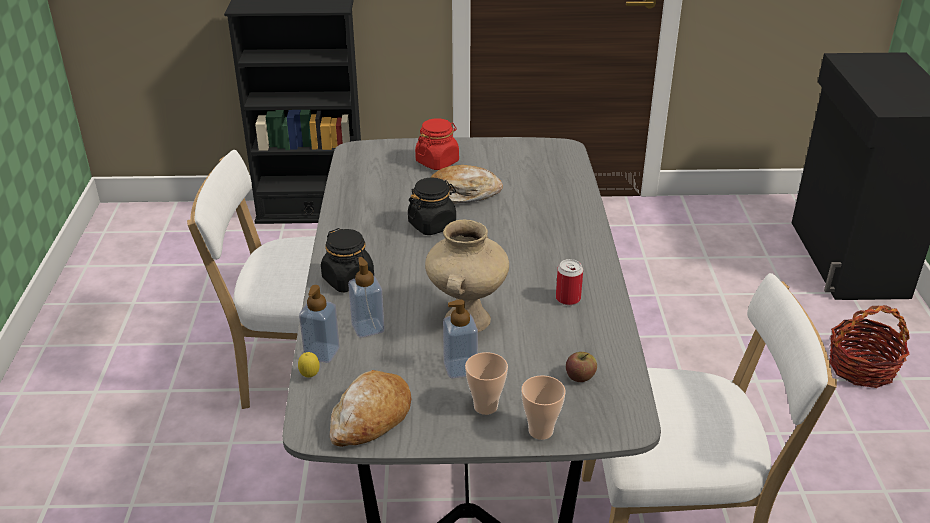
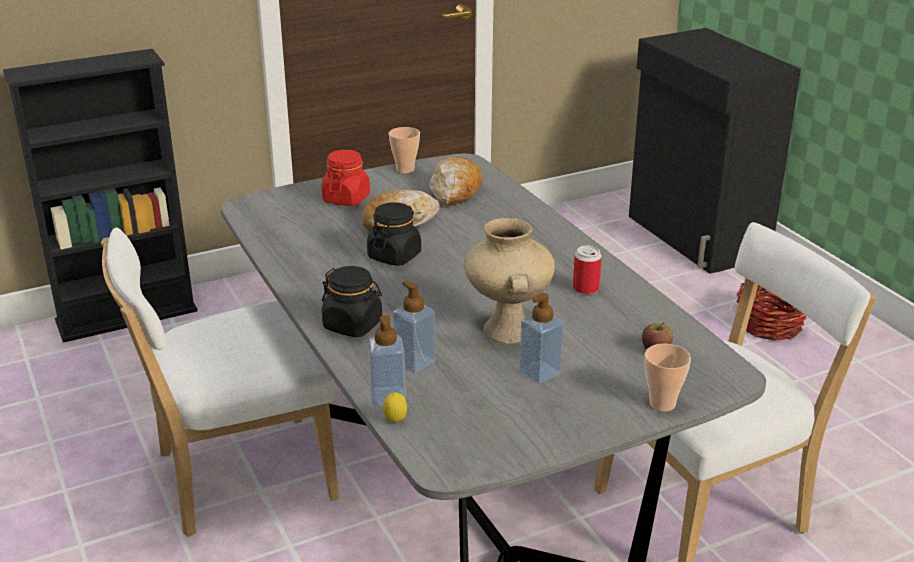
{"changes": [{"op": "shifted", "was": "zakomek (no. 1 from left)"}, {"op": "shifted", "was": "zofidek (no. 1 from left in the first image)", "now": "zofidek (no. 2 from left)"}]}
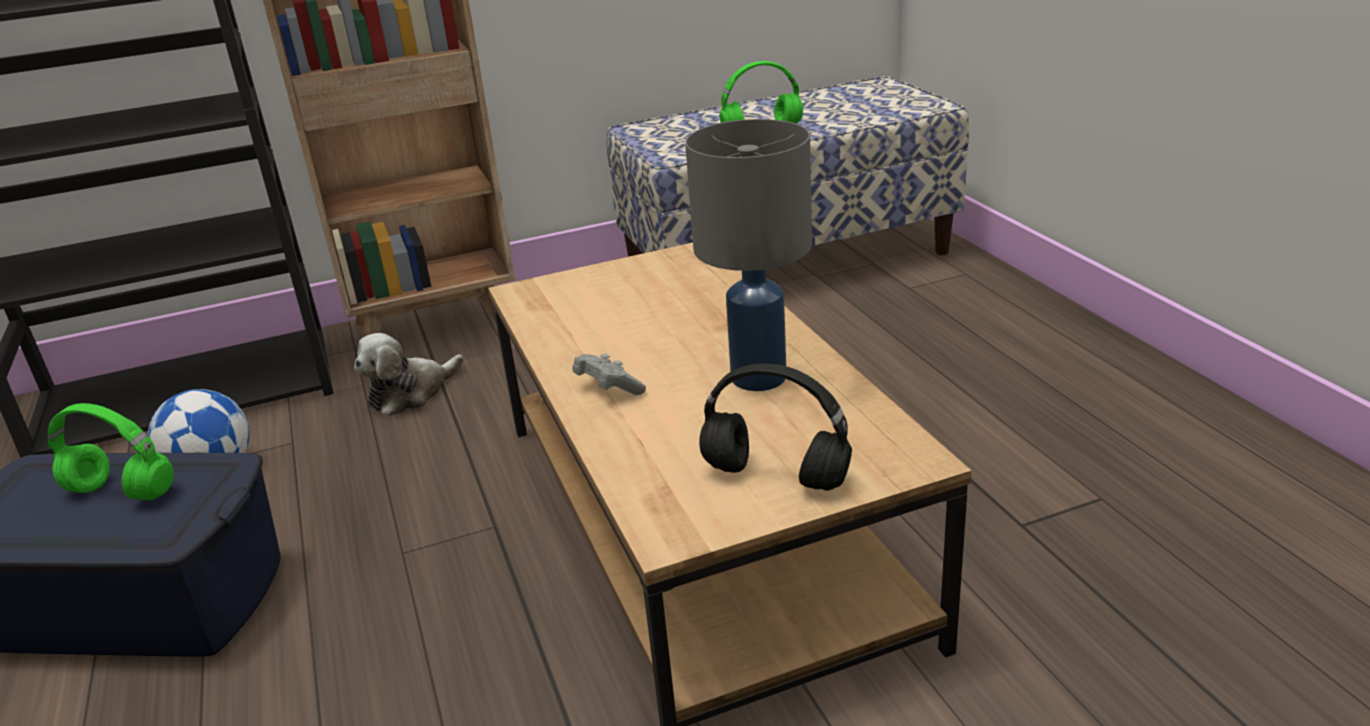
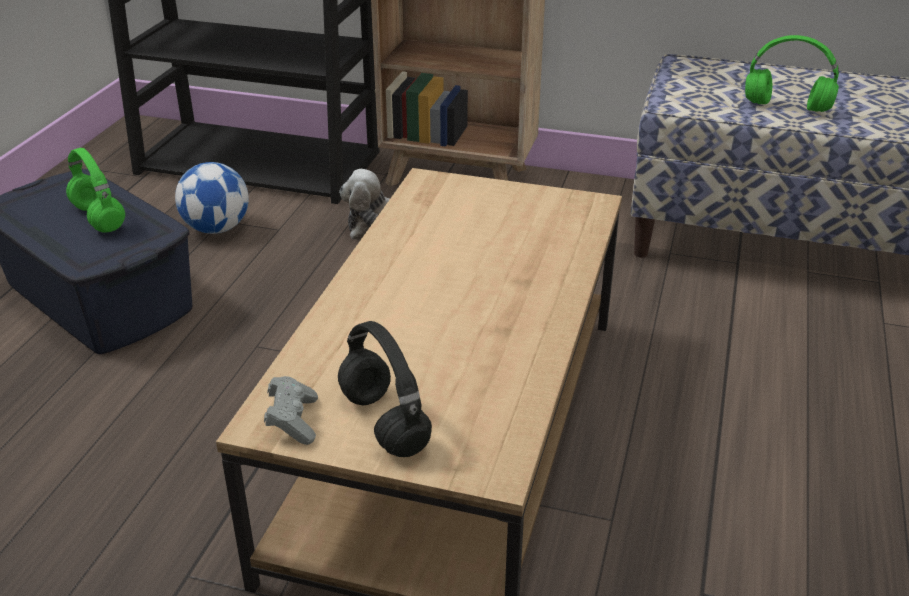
{"changes": [{"op": "gone", "was": "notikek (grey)"}, {"op": "shifted", "was": "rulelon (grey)"}]}
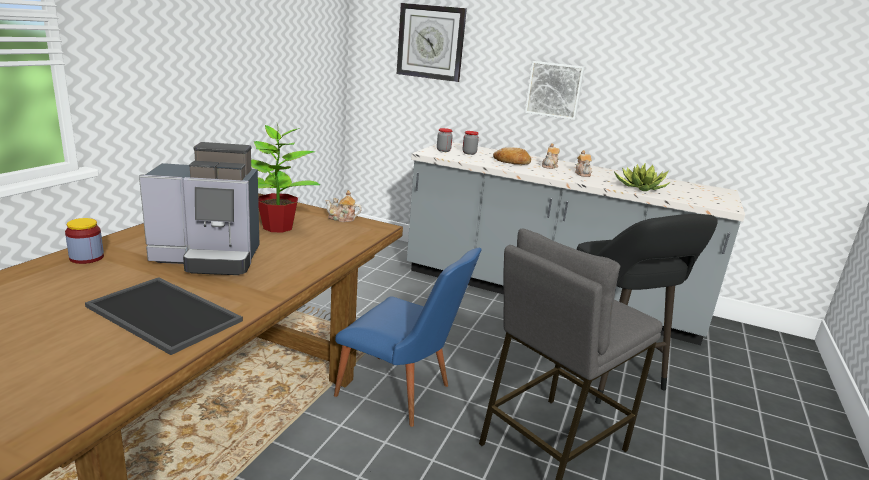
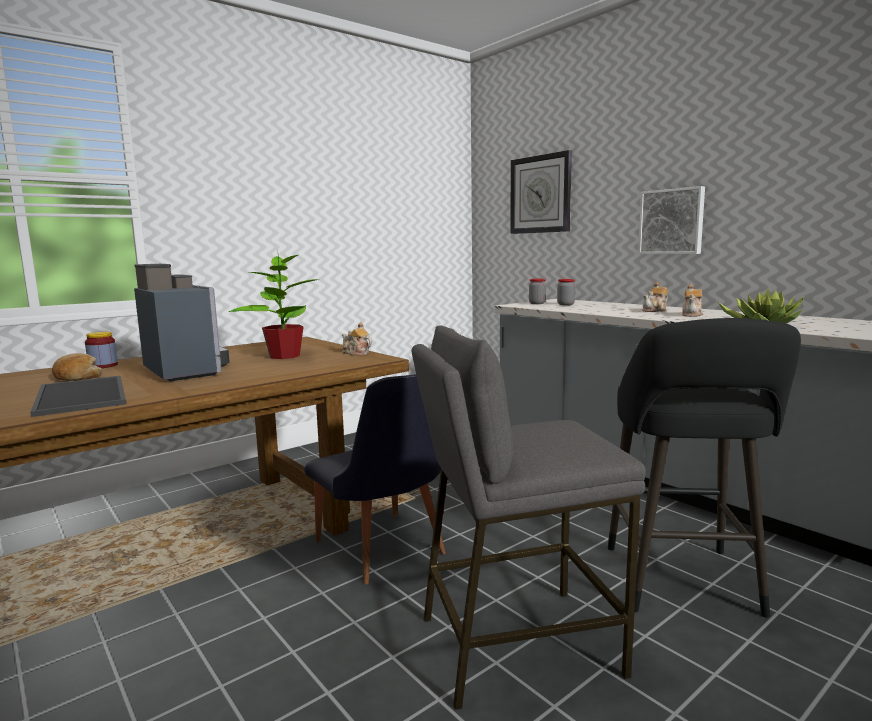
{"changes": [{"op": "rotated", "was": "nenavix", "clockwise": -150}, {"op": "shifted", "was": "zofidek"}, {"op": "repainted", "was": "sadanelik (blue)", "now": "sadanelik (black)"}]}
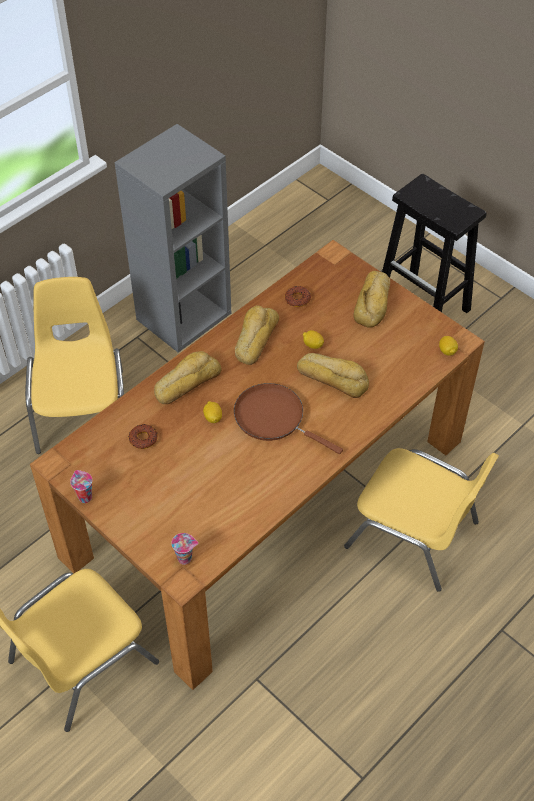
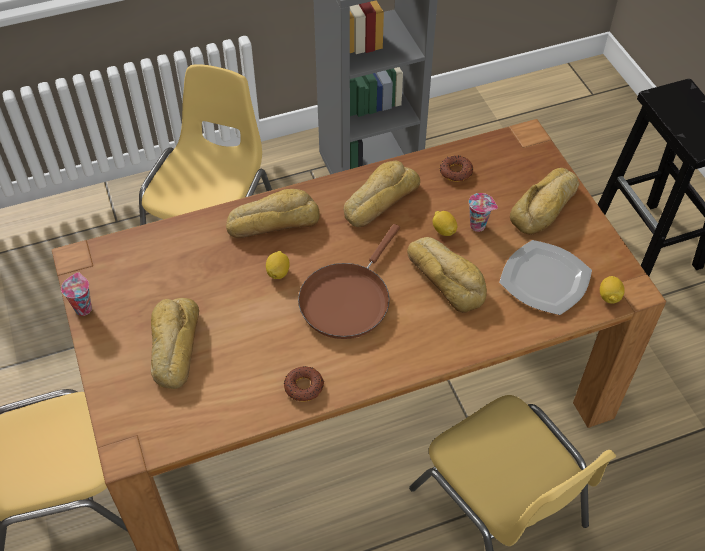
{"changes": [{"op": "rotated", "was": "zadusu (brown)", "clockwise": -120}, {"op": "shifted", "was": "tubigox (no. 1 from left)"}, {"op": "shifted", "was": "zakomek (no. 2 from left)"}, {"op": "new", "now": "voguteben"}, {"op": "new", "now": "zofidek (no. 1 from left)"}]}
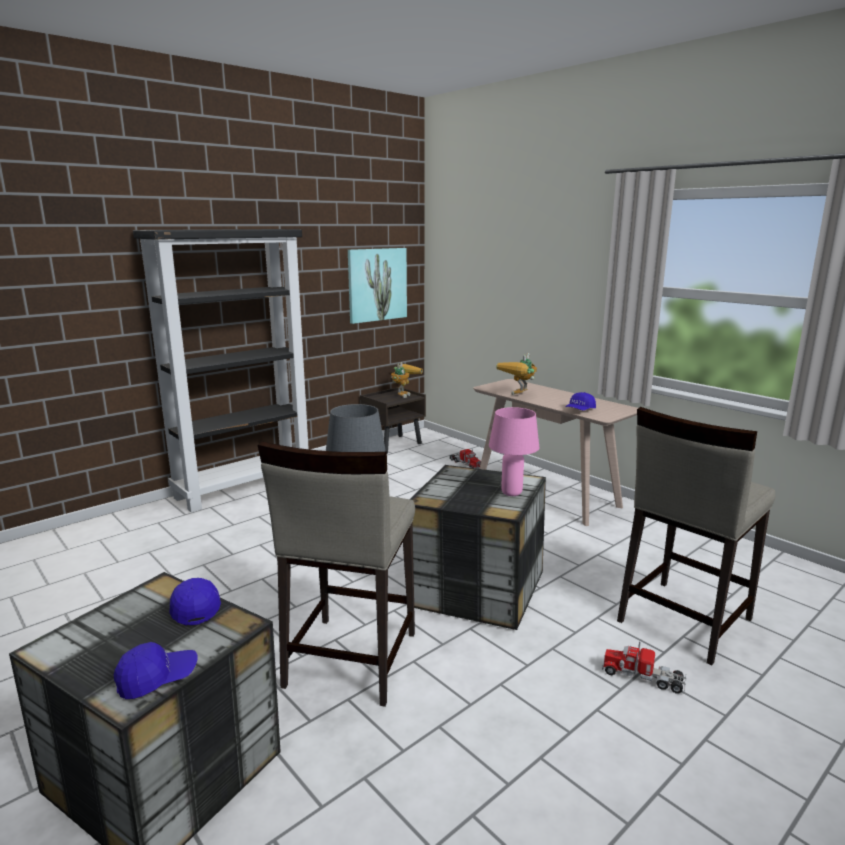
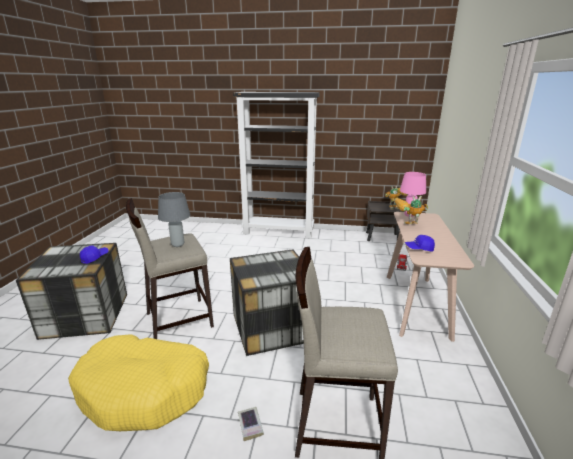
{"changes": [{"op": "gone", "was": "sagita"}, {"op": "shifted", "was": "notikek (pink)"}, {"op": "swapped", "was": "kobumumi (no. 2 from left)", "now": "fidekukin"}, {"op": "gone", "was": "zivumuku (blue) (no. 1 from left)"}, {"op": "new", "now": "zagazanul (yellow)"}]}
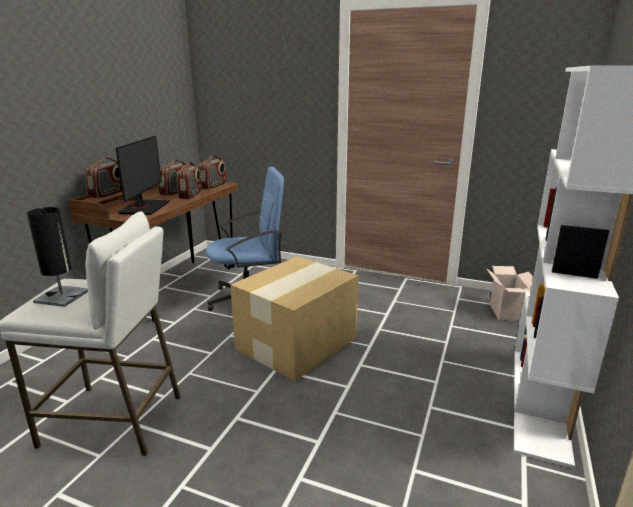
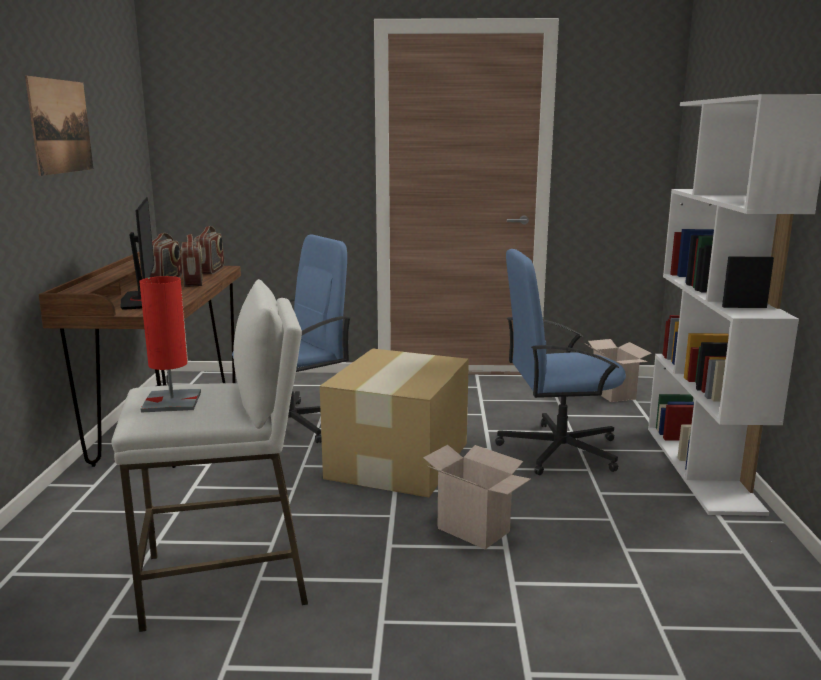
{"changes": [{"op": "gone", "was": "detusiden (no. 1 from left)"}, {"op": "repainted", "was": "notikek (black)", "now": "notikek (red)"}, {"op": "new", "now": "sagita"}, {"op": "new", "now": "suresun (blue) (no. 2 from left)"}, {"op": "new", "now": "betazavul (no. 2 from left)"}]}
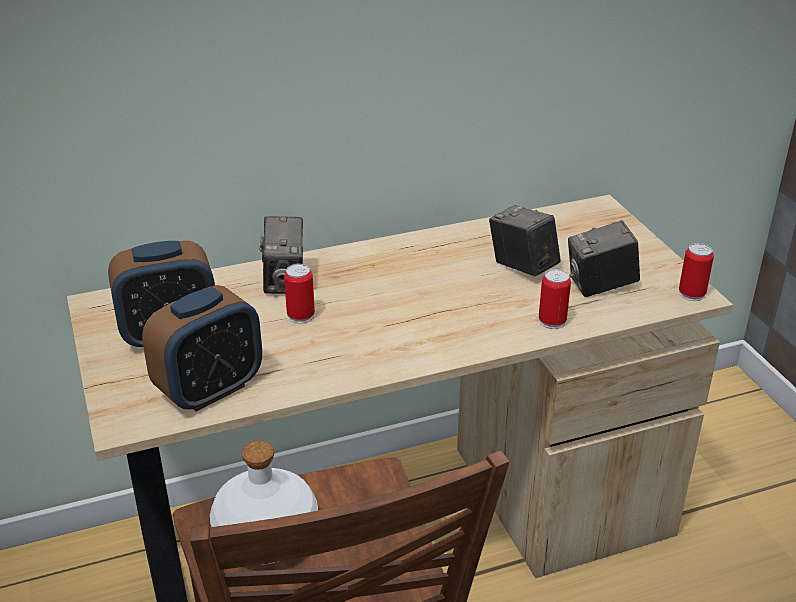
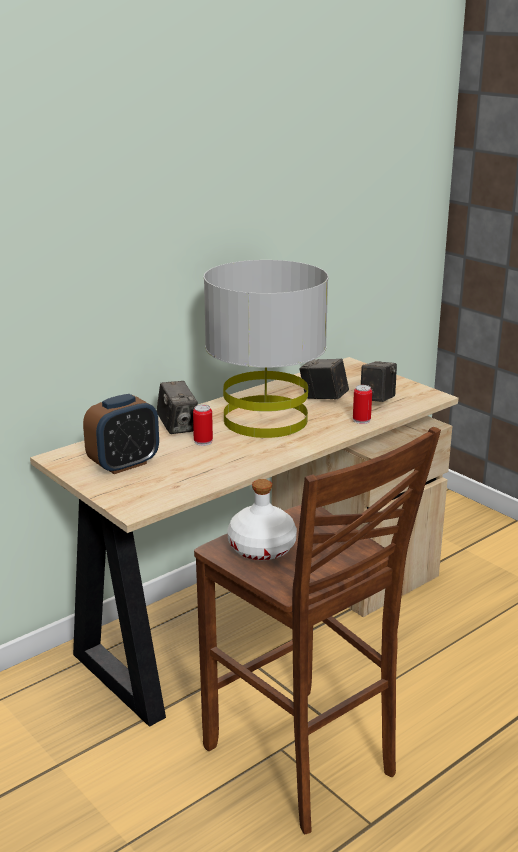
{"changes": [{"op": "rotated", "was": "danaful (no. 3 from left)", "clockwise": 150}, {"op": "gone", "was": "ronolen (no. 3 from left)"}, {"op": "gone", "was": "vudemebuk (no. 2 from left)"}, {"op": "new", "now": "notikek (grey)"}]}
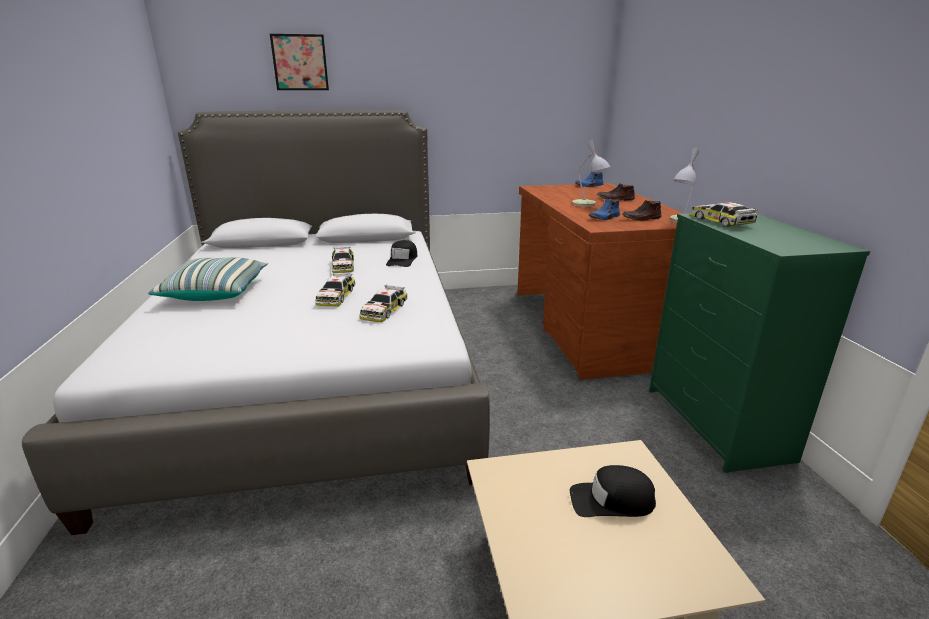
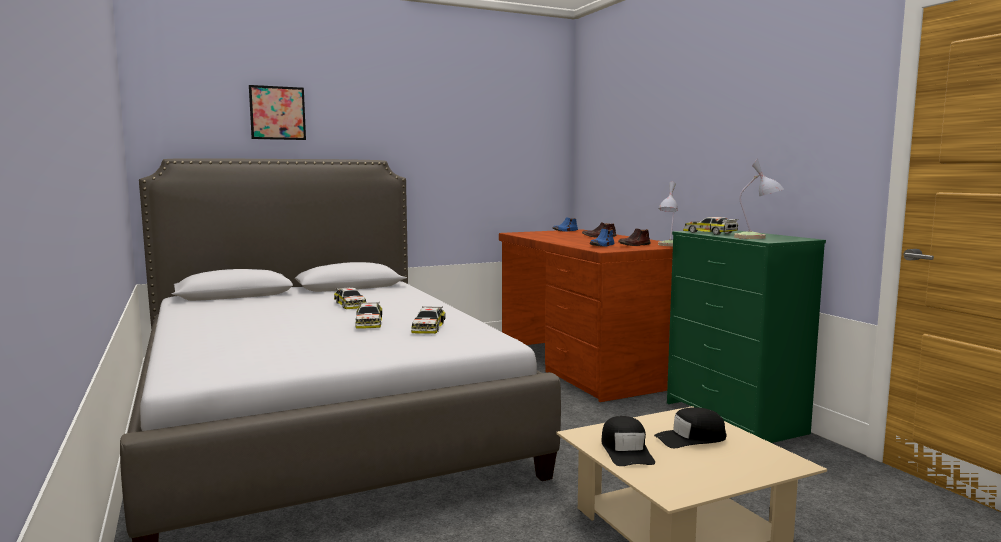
{"changes": [{"op": "shifted", "was": "notikek (no. 1 from left in the first image)", "now": "notikek (no. 2 from left)"}, {"op": "shifted", "was": "zivumuku (black) (no. 1 from left)"}, {"op": "gone", "was": "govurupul"}]}
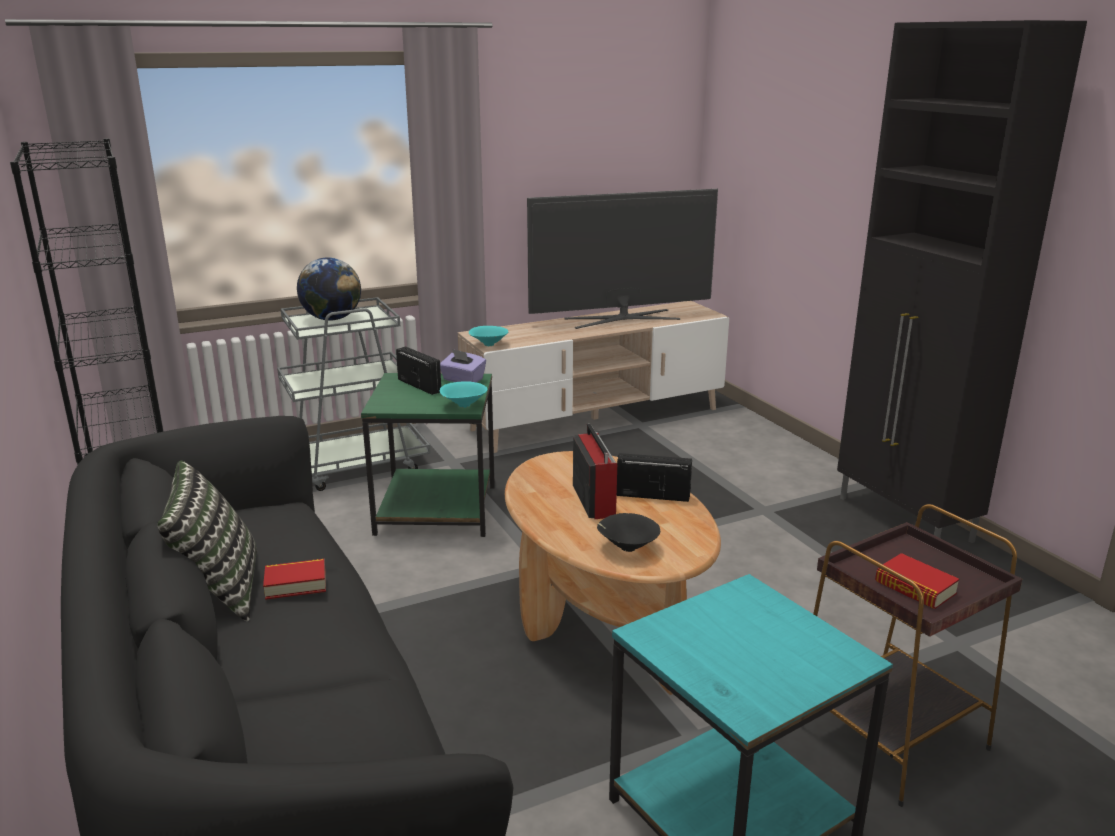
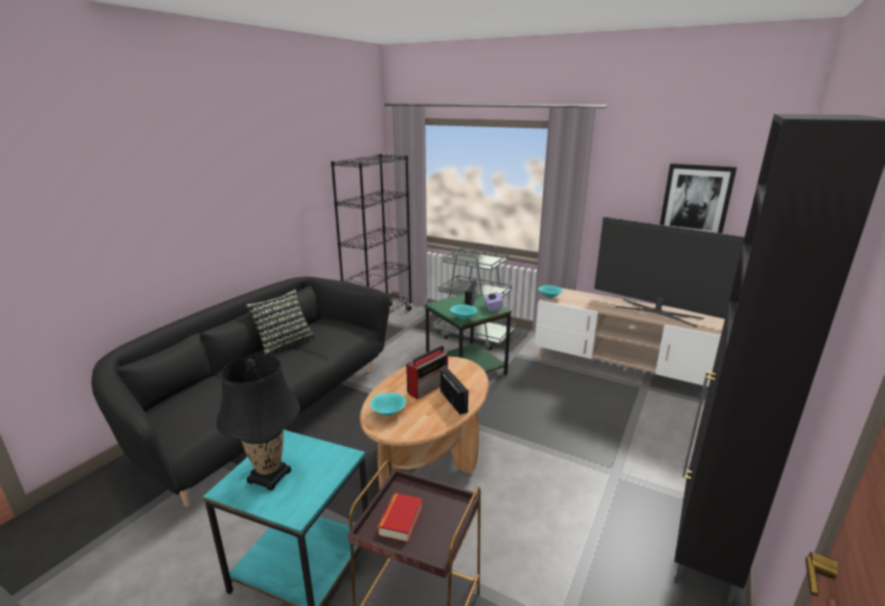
{"changes": [{"op": "gone", "was": "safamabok"}, {"op": "repainted", "was": "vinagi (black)", "now": "vinagi (turquoise) (no. 1 from left)"}, {"op": "gone", "was": "fidekukin (no. 1 from left)"}, {"op": "new", "now": "sagita"}, {"op": "new", "now": "notikek (black)"}]}
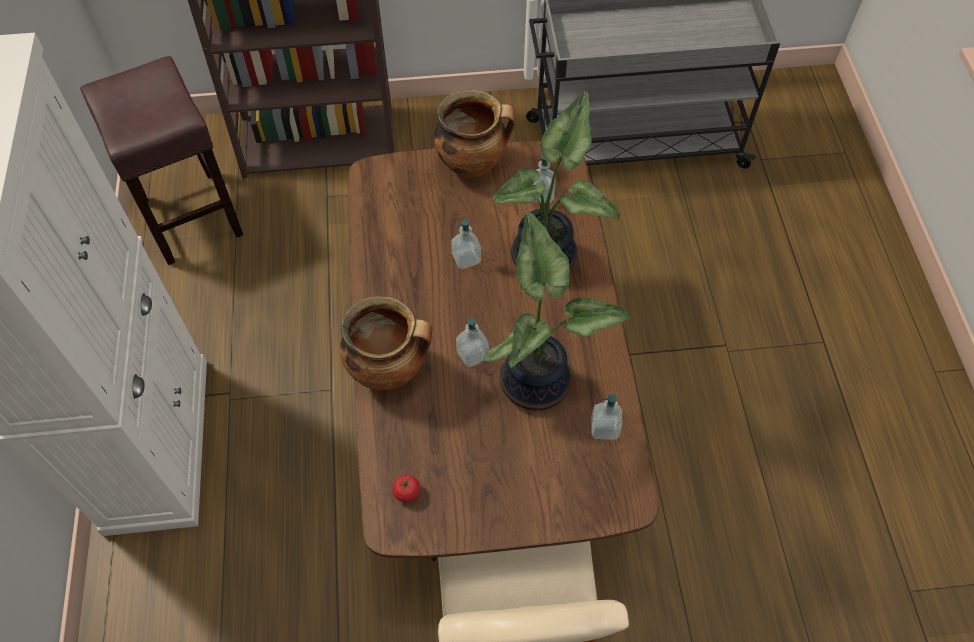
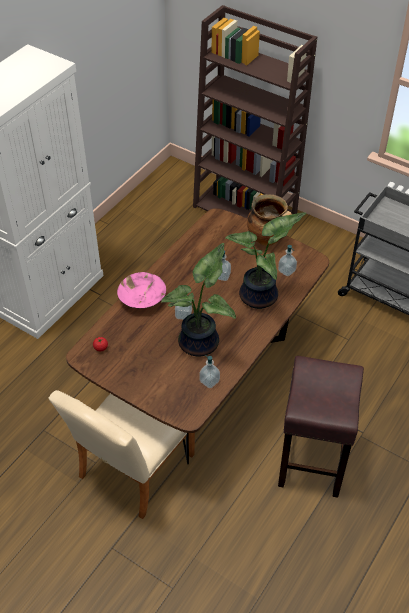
{"changes": [{"op": "shifted", "was": "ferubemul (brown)"}, {"op": "swapped", "was": "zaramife (no. 1 from left)", "now": "vinagi (pink)"}]}
